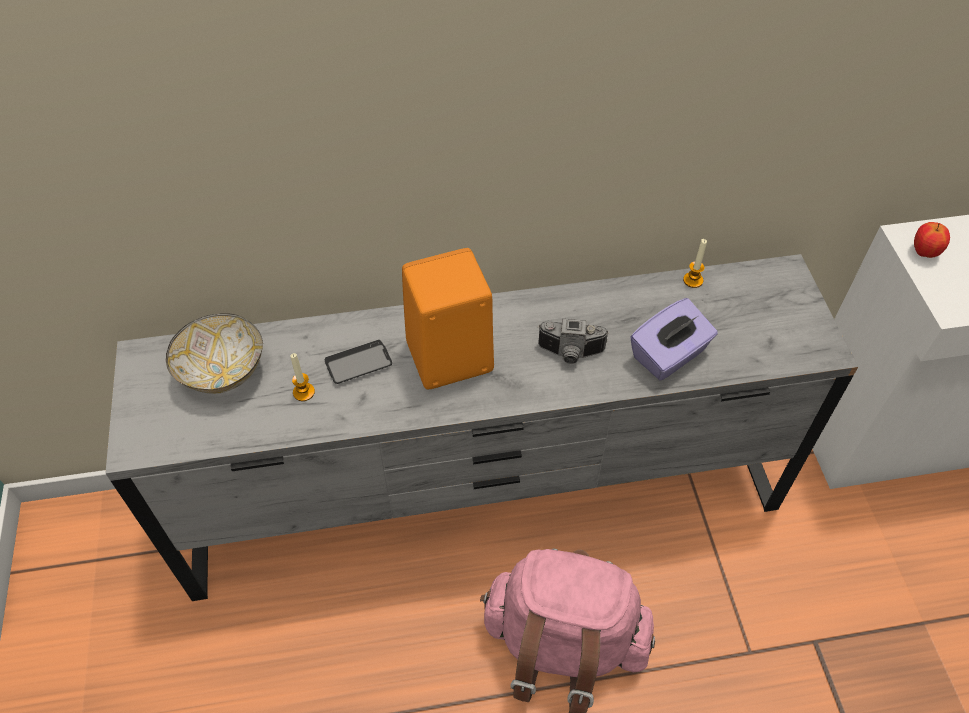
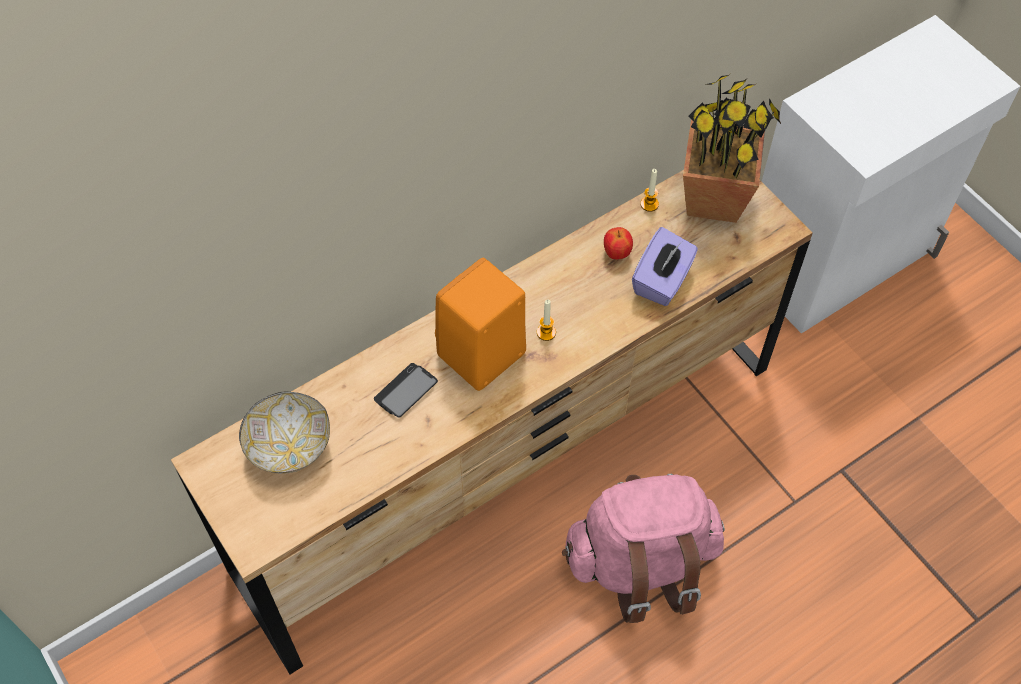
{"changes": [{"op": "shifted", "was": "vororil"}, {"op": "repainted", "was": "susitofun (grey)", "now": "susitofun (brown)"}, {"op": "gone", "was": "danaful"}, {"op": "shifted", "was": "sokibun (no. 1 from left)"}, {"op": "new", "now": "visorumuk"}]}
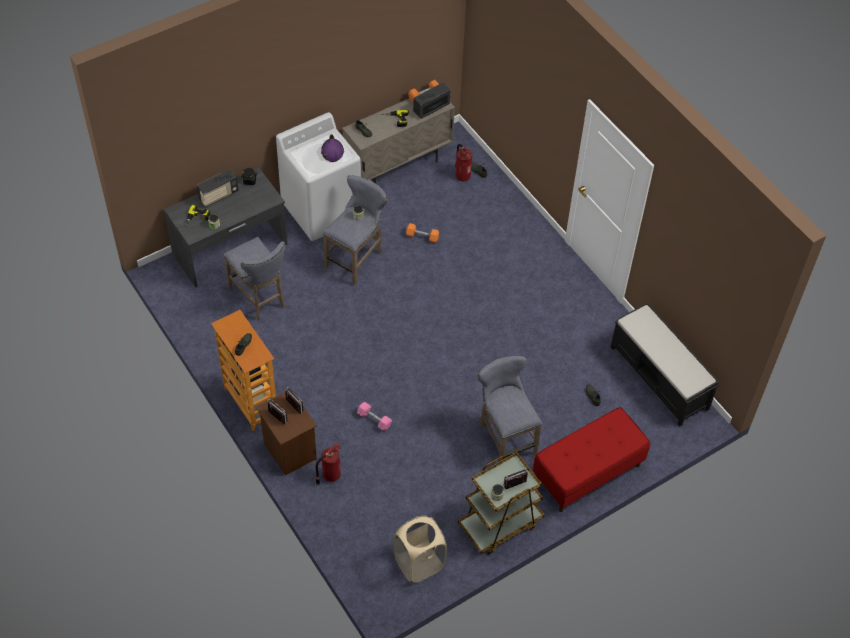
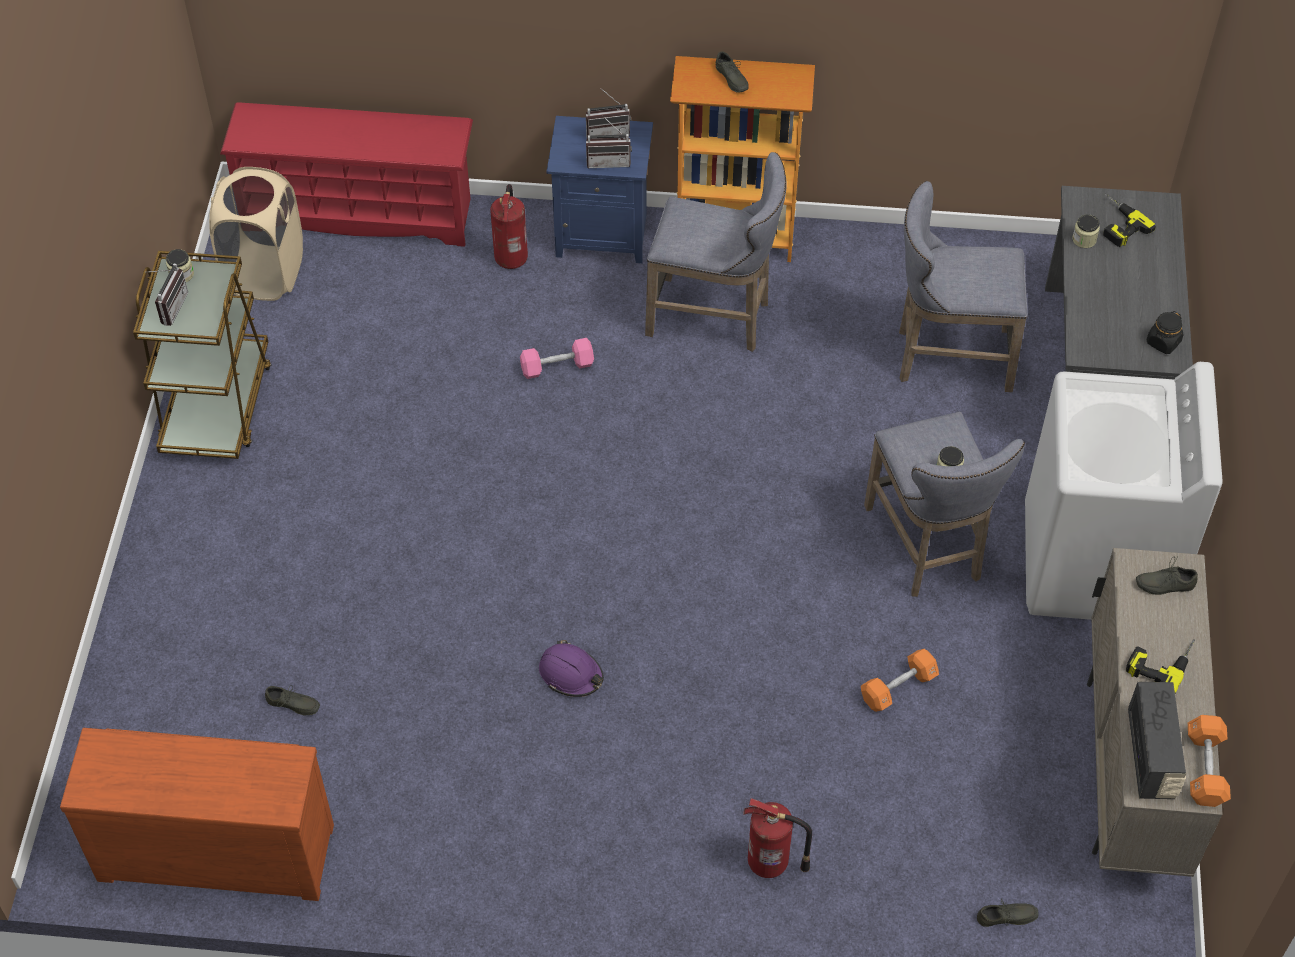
{"changes": [{"op": "shifted", "was": "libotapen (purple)"}, {"op": "shifted", "was": "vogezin (no. 2 from left)"}, {"op": "gone", "was": "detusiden (no. 1 from left)"}, {"op": "swapped", "was": "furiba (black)", "now": "susitofun (brown)"}, {"op": "shifted", "was": "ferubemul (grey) (no. 3 from left in the first image)", "now": "ferubemul (grey) (no. 1 from left)"}, {"op": "repainted", "was": "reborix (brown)", "now": "reborix (blue)"}, {"op": "gone", "was": "furiba (red)"}, {"op": "new", "now": "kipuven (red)"}]}
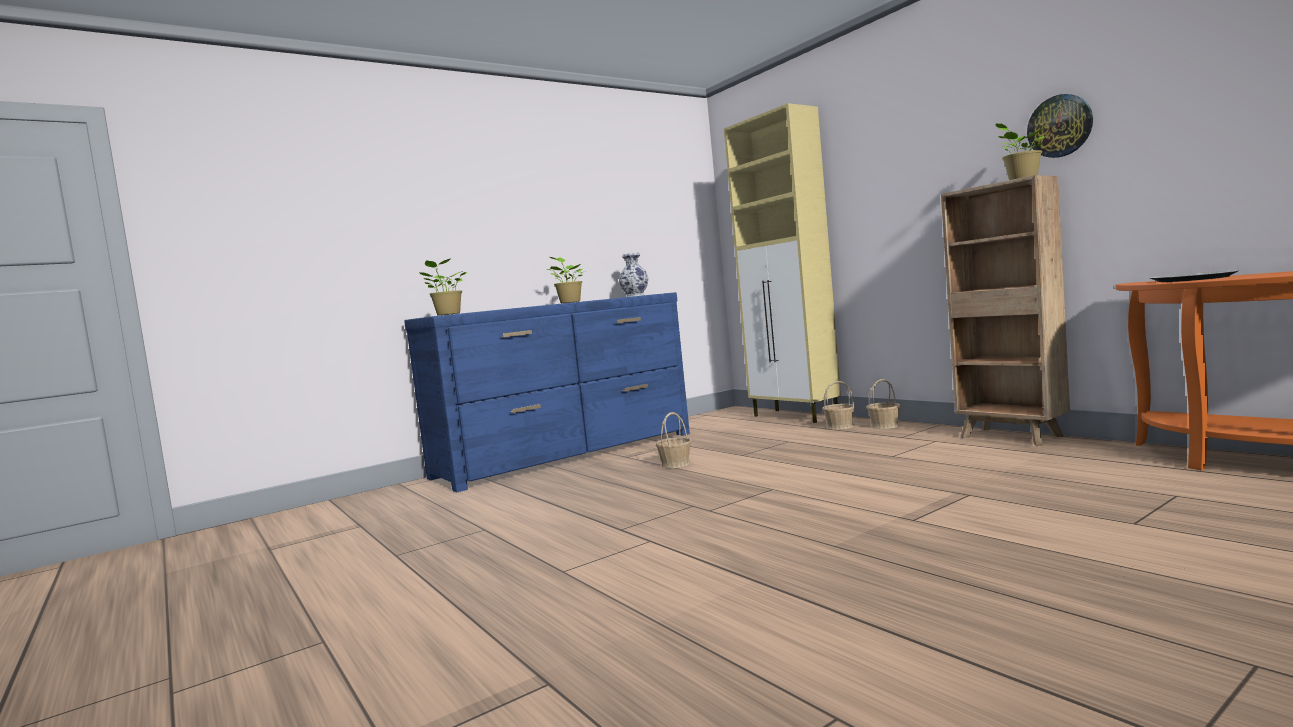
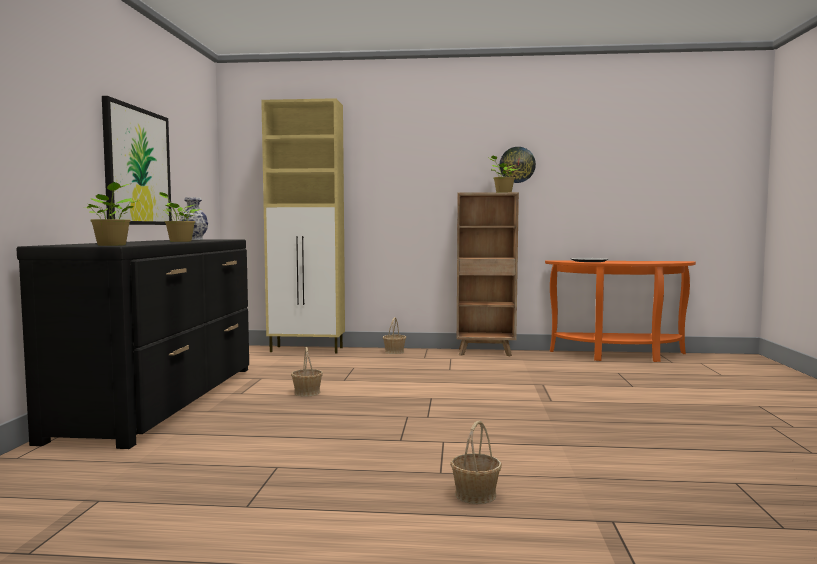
{"changes": [{"op": "repainted", "was": "susitofun (blue)", "now": "susitofun (black)"}, {"op": "shifted", "was": "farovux (no. 2 from left in the first image)", "now": "farovux (no. 3 from left)"}, {"op": "new", "now": "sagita"}]}
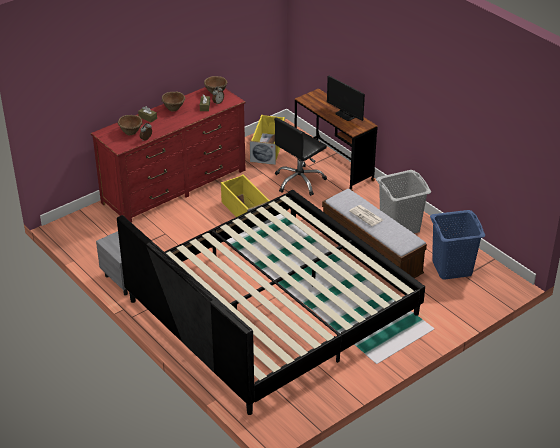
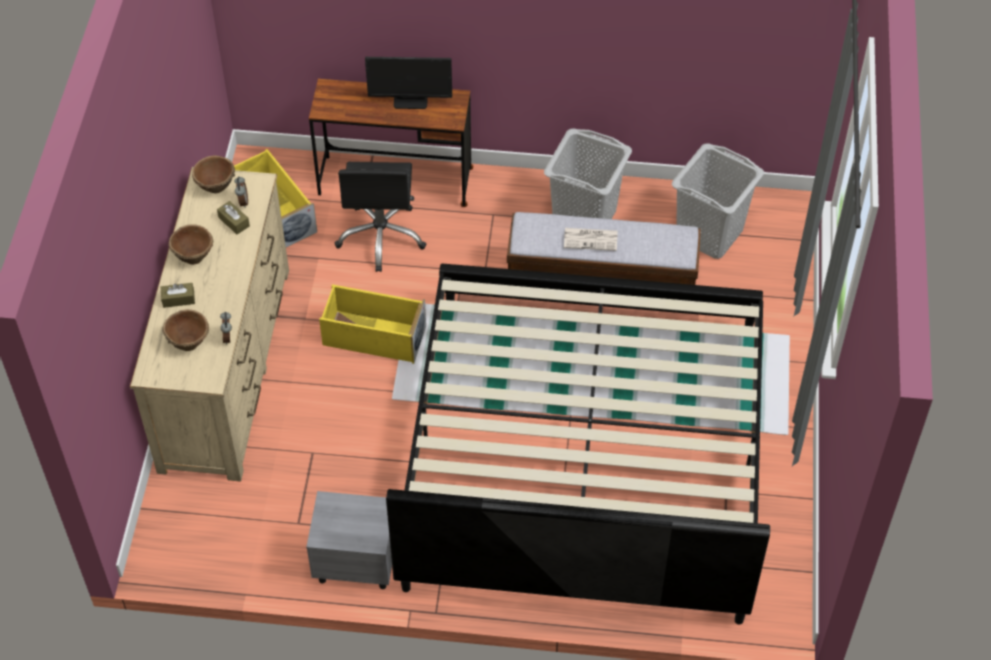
{"changes": [{"op": "repainted", "was": "susitofun (red)", "now": "susitofun (beige)"}, {"op": "repainted", "was": "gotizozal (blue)", "now": "gotizozal (grey) (no. 2 from left)"}]}
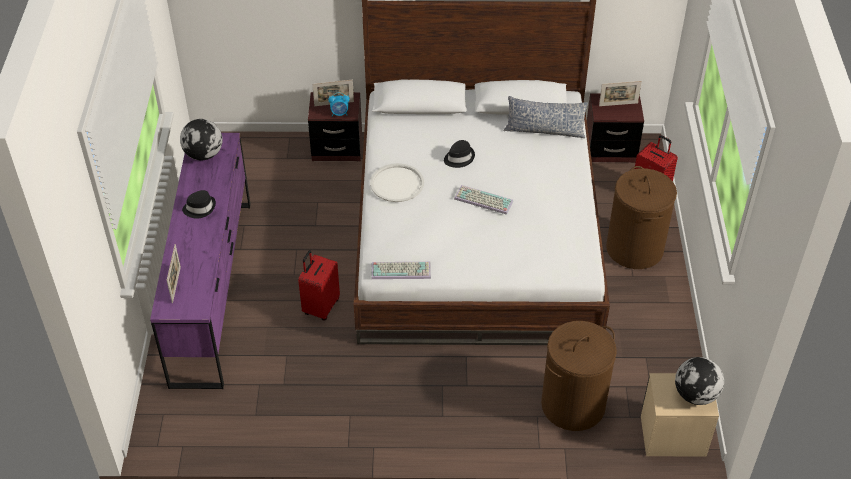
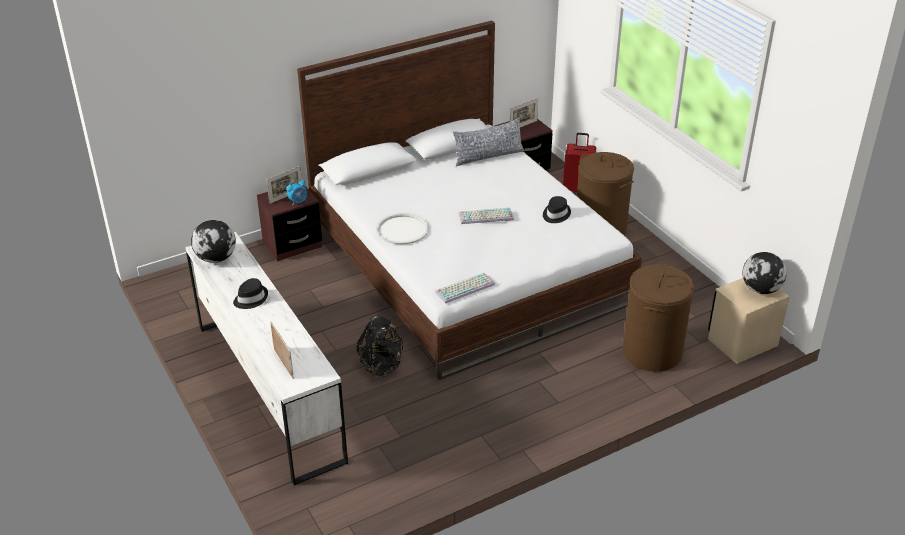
{"changes": [{"op": "repainted", "was": "susitofun (purple)", "now": "susitofun (white)"}, {"op": "shifted", "was": "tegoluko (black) (no. 2 from left)"}, {"op": "swapped", "was": "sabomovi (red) (no. 1 from left)", "now": "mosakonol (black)"}]}
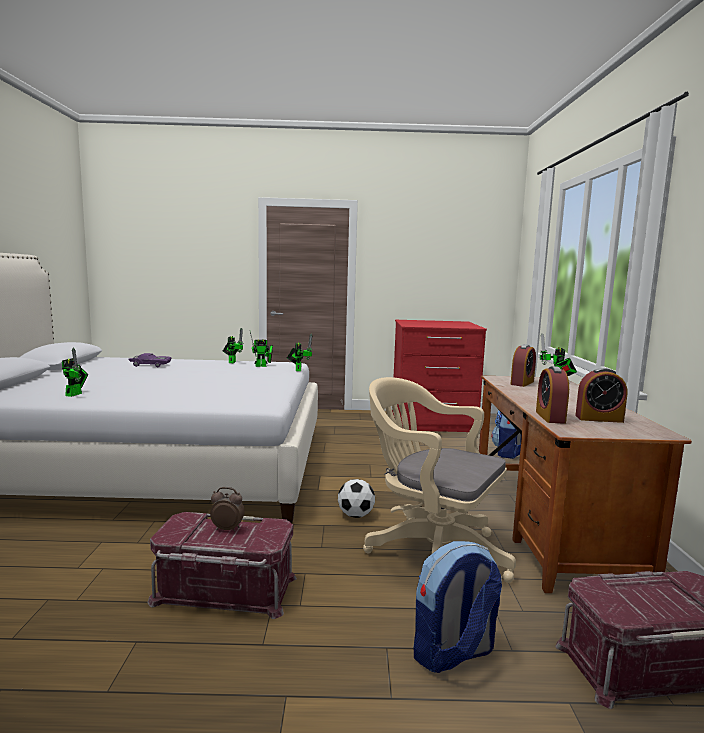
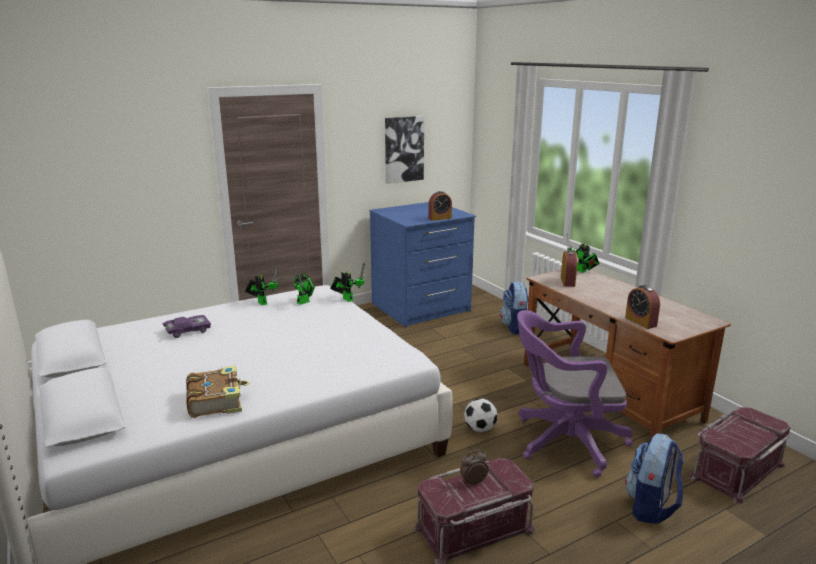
{"changes": [{"op": "repainted", "was": "susitofun (red)", "now": "susitofun (blue)"}, {"op": "swapped", "was": "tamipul (no. 1 from left)", "now": "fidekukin"}, {"op": "shifted", "was": "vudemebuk (no. 4 from left in the first image)", "now": "vudemebuk (no. 1 from left)"}, {"op": "repainted", "was": "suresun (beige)", "now": "suresun (purple)"}, {"op": "new", "now": "sagita"}]}
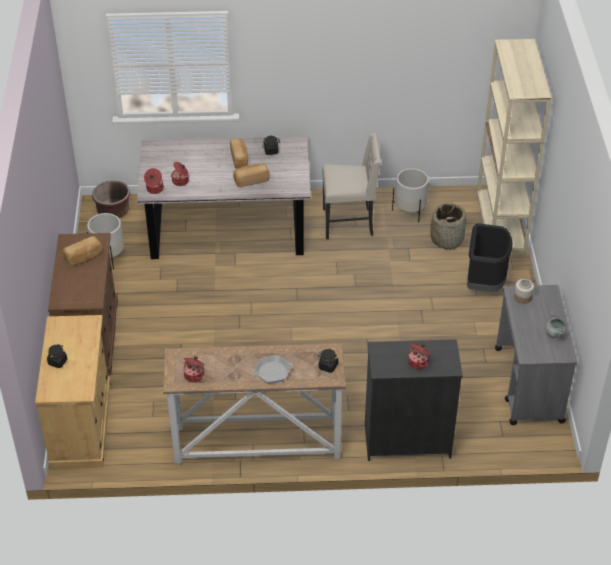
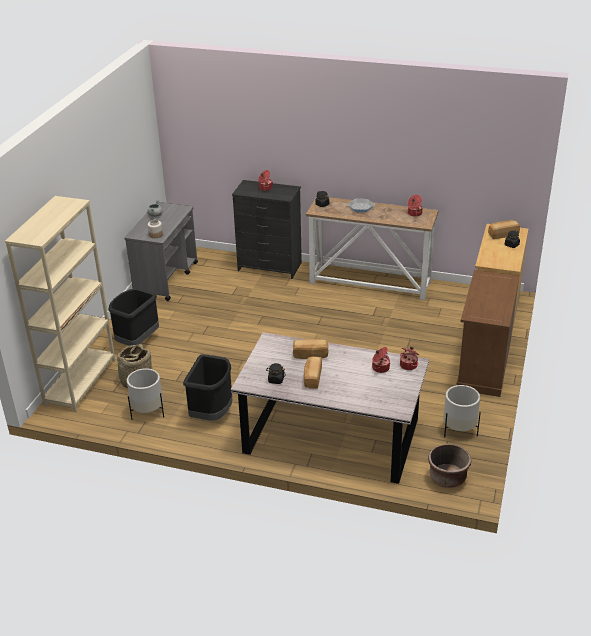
{"changes": [{"op": "swapped", "was": "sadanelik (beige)", "now": "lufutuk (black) (no. 2 from left)"}, {"op": "shifted", "was": "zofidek (no. 1 from left in the first image)", "now": "zofidek (no. 3 from left)"}]}
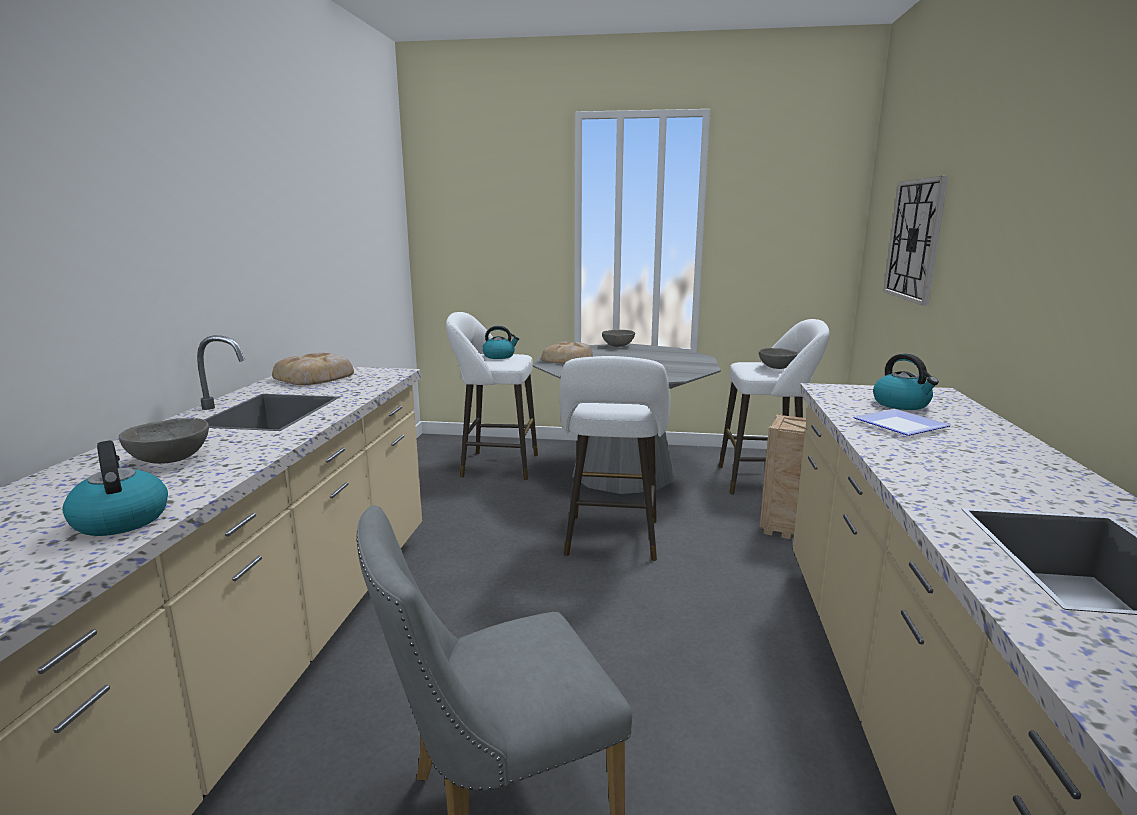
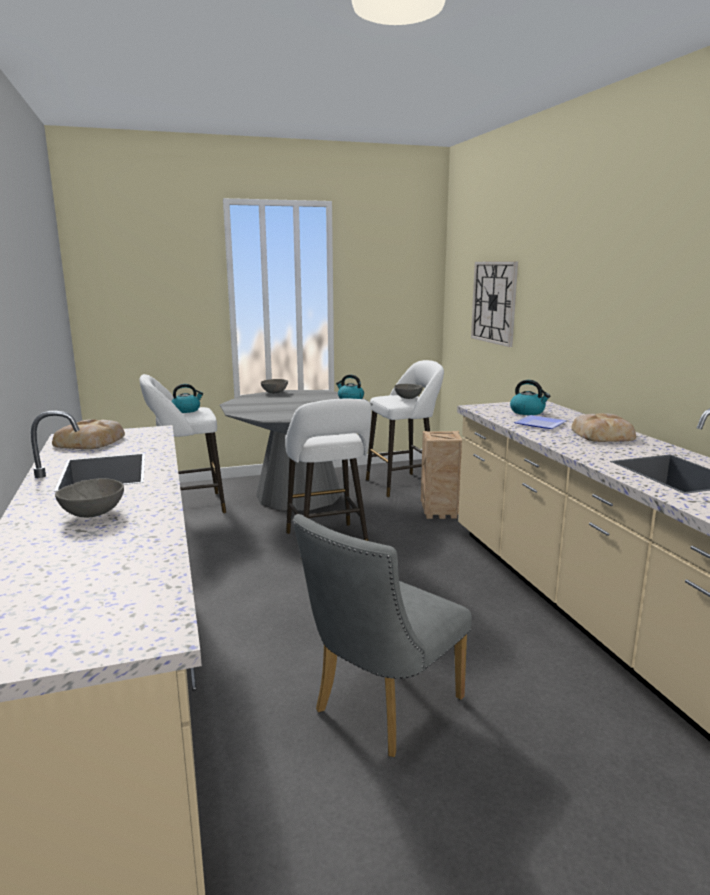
{"changes": [{"op": "shifted", "was": "zofidek (no. 2 from left)"}, {"op": "shifted", "was": "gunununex (no. 1 from left in the first image)", "now": "gunununex (no. 2 from left)"}]}
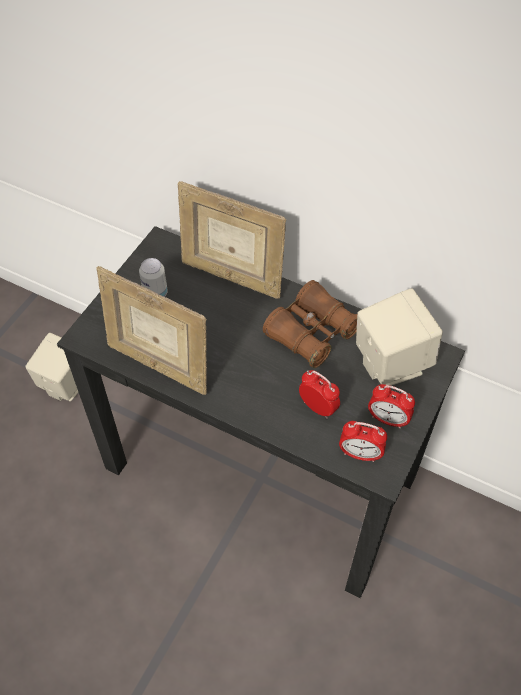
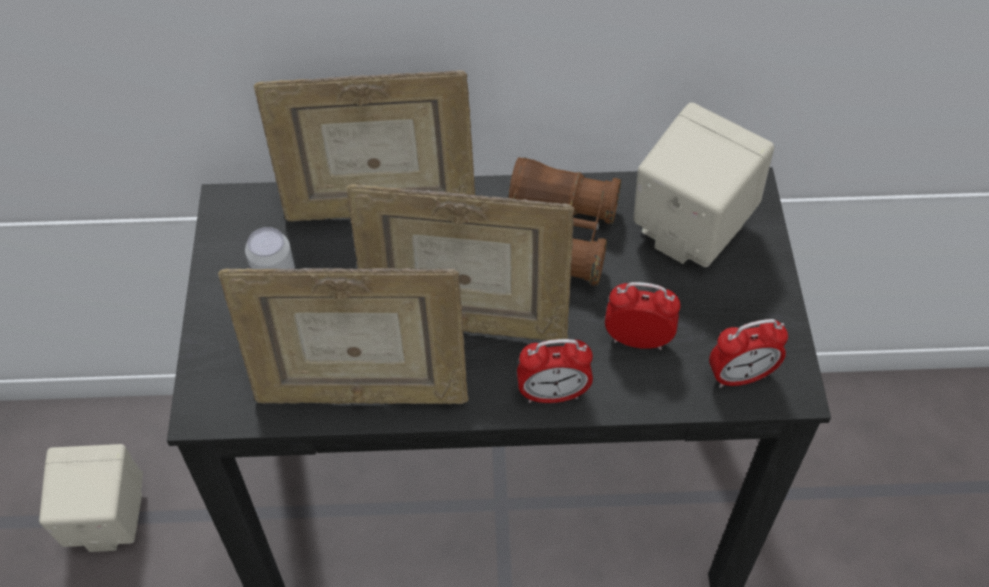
{"changes": [{"op": "shifted", "was": "vudemebuk (no. 3 from left in the first image)", "now": "vudemebuk (no. 1 from left)"}, {"op": "new", "now": "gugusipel (no. 3 from left)"}]}
